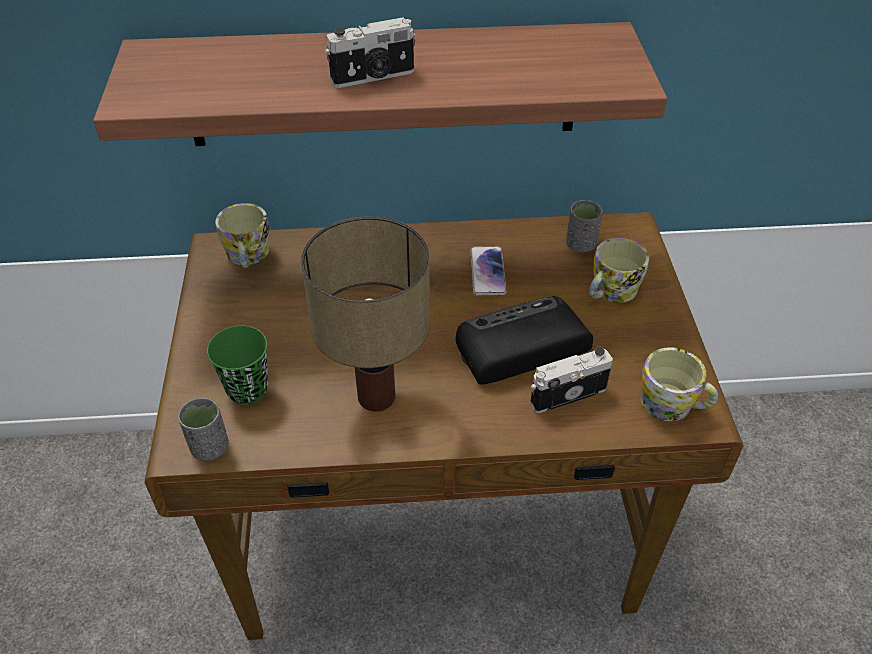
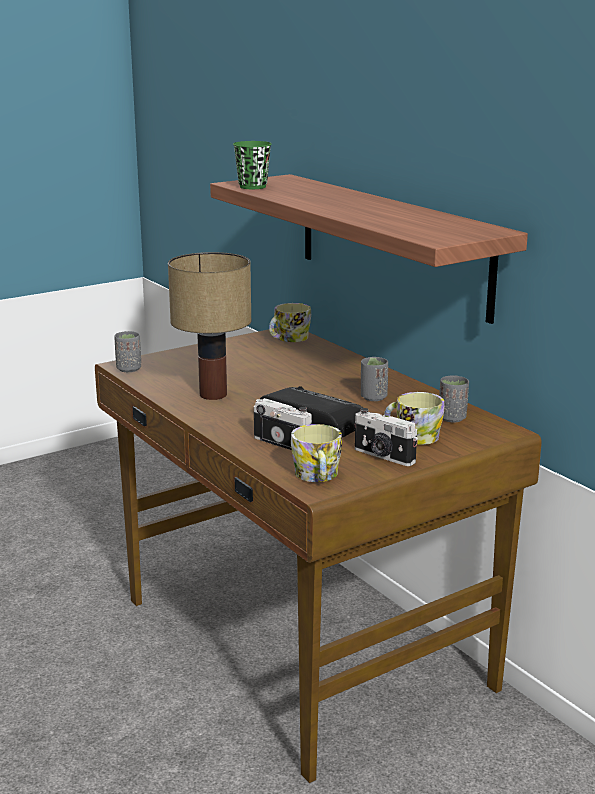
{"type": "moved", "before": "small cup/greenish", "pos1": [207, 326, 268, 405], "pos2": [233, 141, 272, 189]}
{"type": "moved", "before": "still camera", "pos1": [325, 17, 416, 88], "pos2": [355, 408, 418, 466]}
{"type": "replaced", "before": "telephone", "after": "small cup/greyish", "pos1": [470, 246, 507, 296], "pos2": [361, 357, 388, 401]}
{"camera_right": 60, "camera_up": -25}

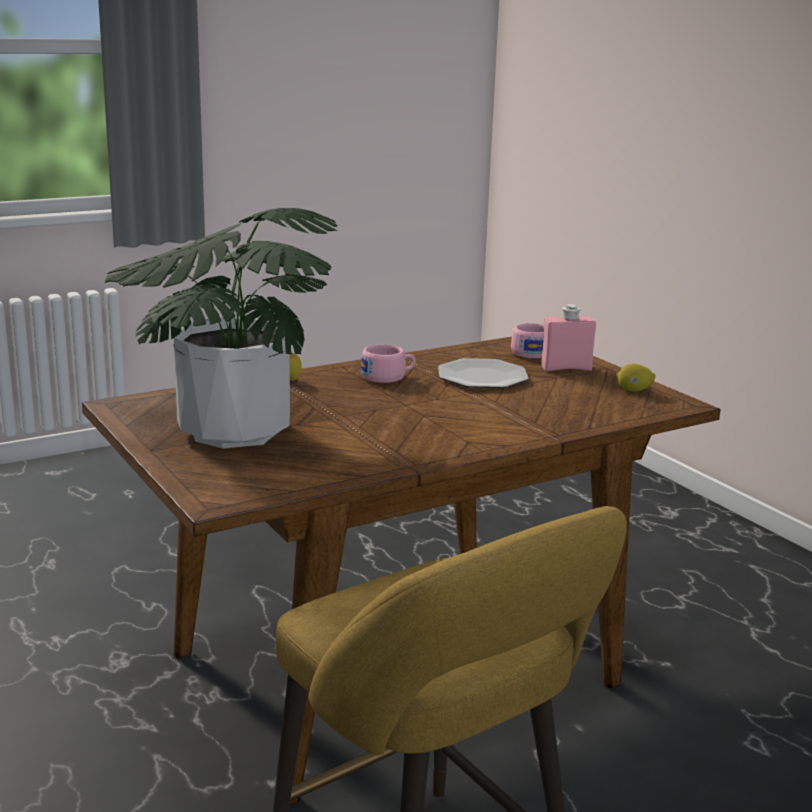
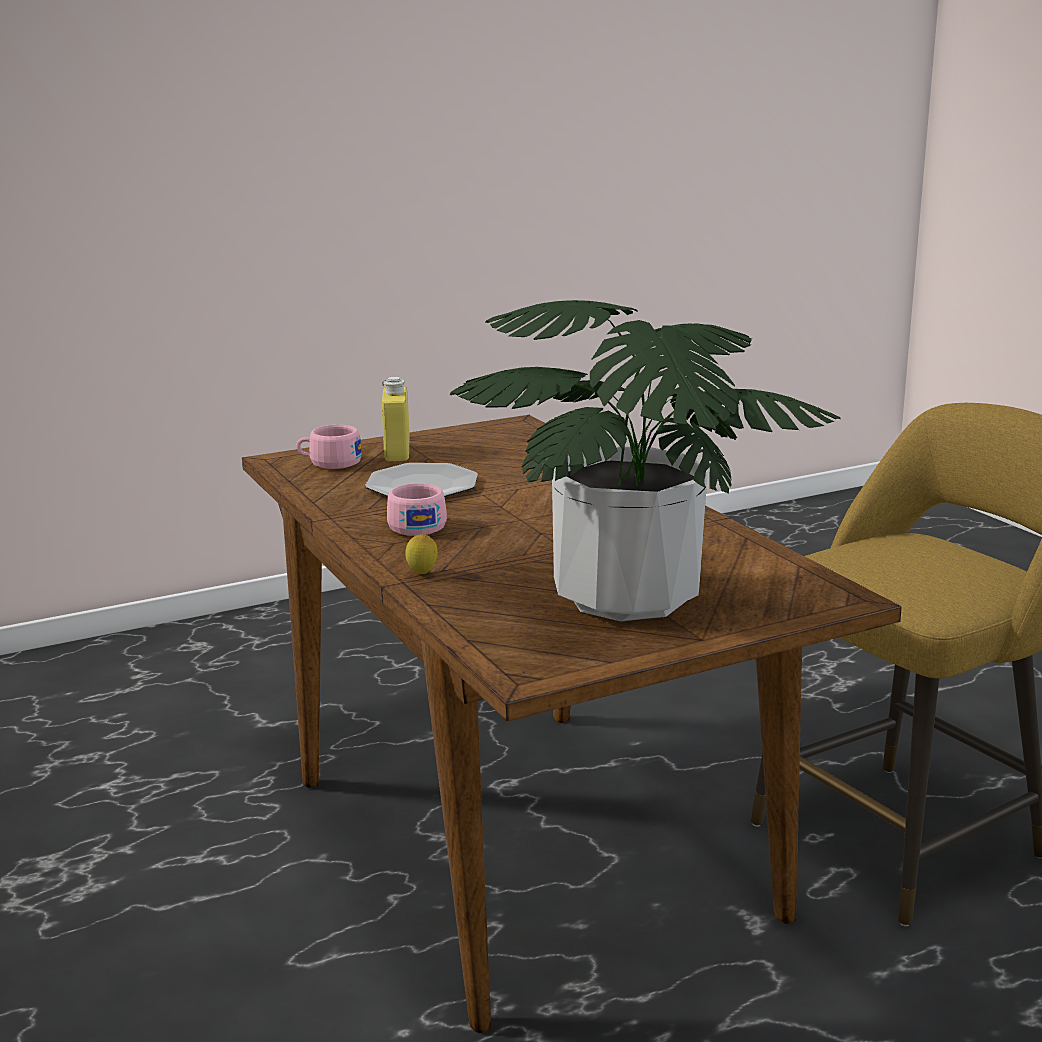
{"type": "recoloured", "before": "bottle/pink", "after": "bottle/yellowish", "pos1": [541, 304, 596, 371], "pos2": [382, 377, 410, 461]}
{"type": "removed", "before": "citrus fruit", "pos1": [617, 364, 656, 392]}
{"camera_right": -85, "camera_up": 0}

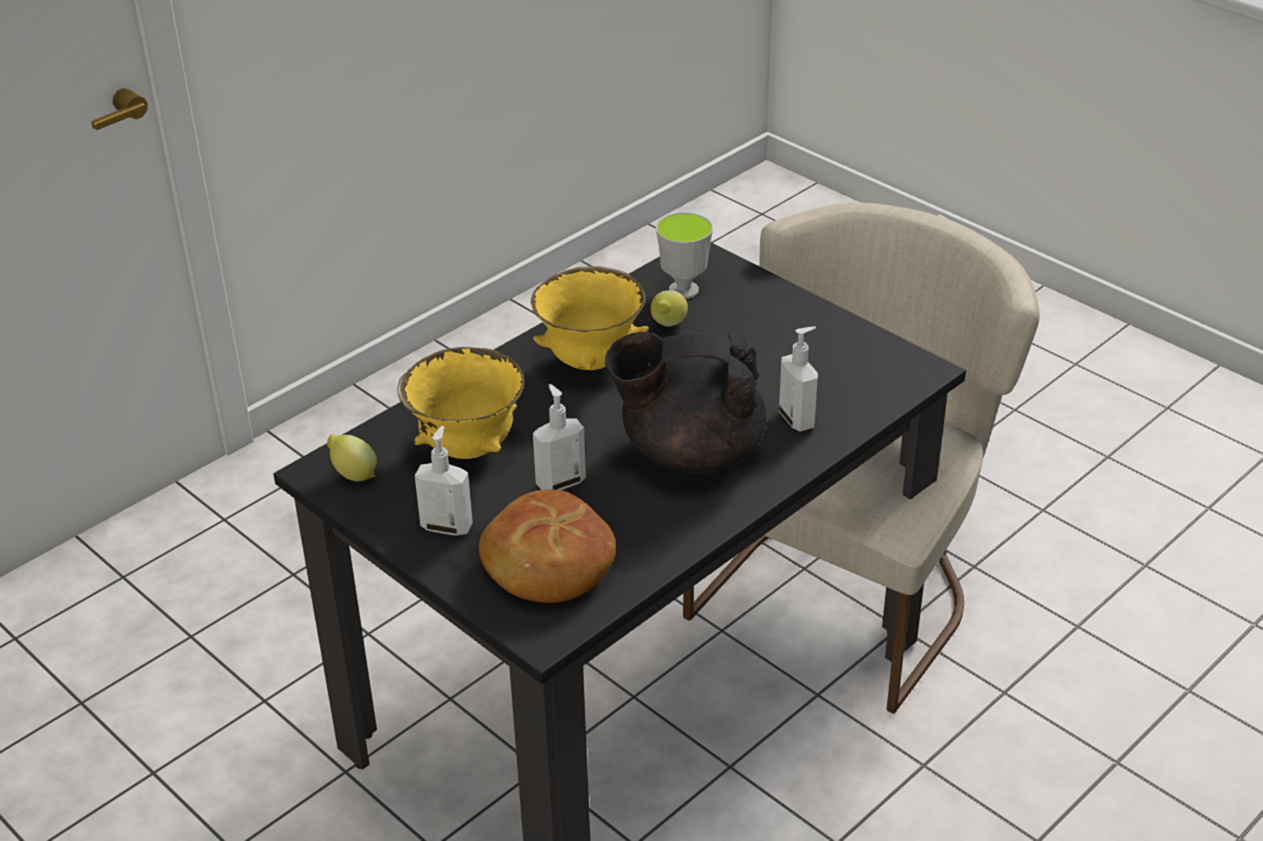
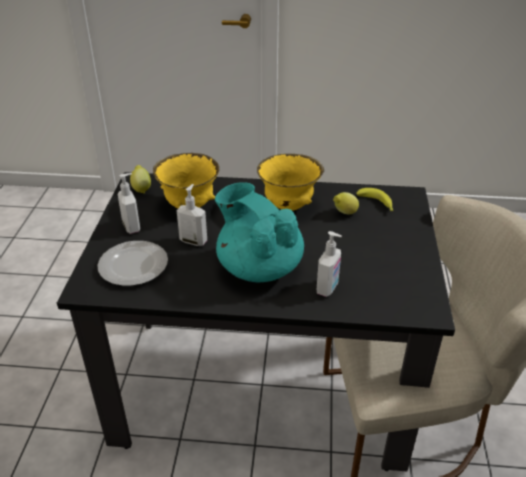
{"type": "replaced", "before": "bread", "after": "flat dish", "pos1": [479, 489, 616, 603], "pos2": [98, 241, 168, 286]}
{"type": "recoloured", "before": "teapot/black", "after": "teapot/turquoise-coloured", "pos1": [605, 331, 767, 474], "pos2": [215, 182, 304, 282]}
{"type": "replaced", "before": "small cup", "after": "whole banana", "pos1": [656, 212, 713, 299], "pos2": [356, 188, 394, 211]}
{"camera_right": 50, "camera_up": 0}

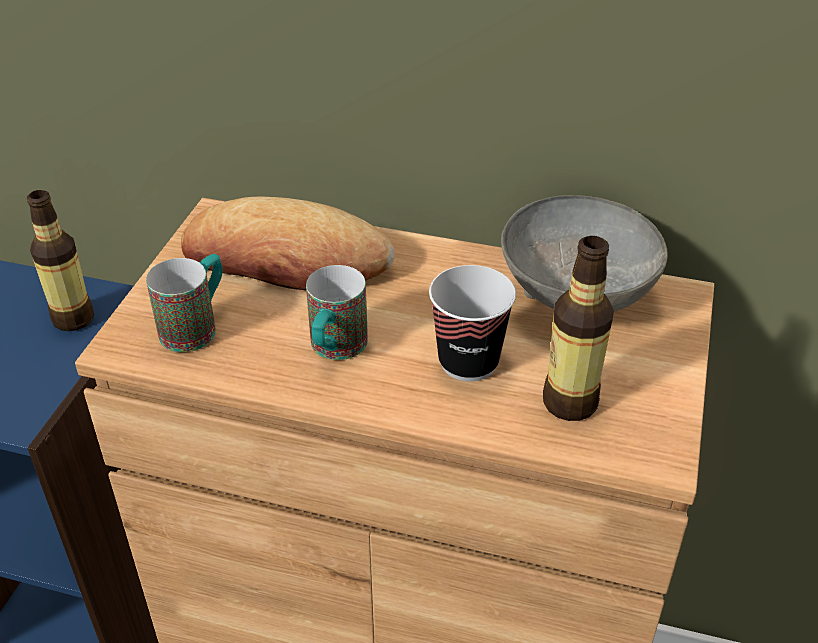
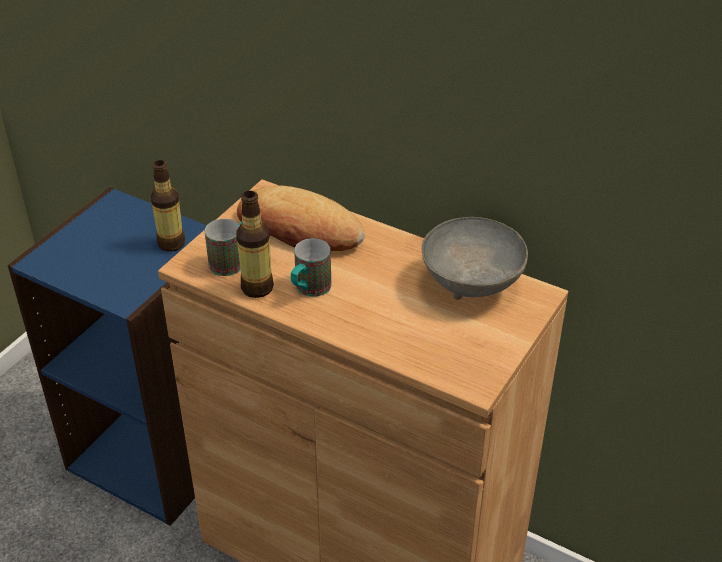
{"type": "removed", "before": "small cup", "pos1": [429, 265, 516, 382]}
{"type": "moved", "before": "bottle", "pos1": [543, 236, 614, 421], "pos2": [236, 191, 274, 298]}
{"camera_right": 15, "camera_up": 0}

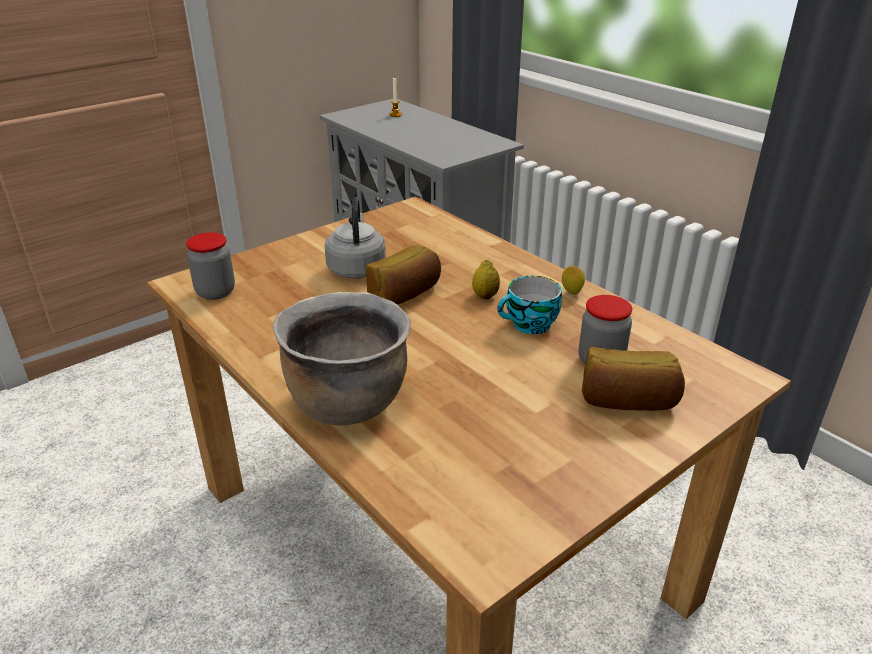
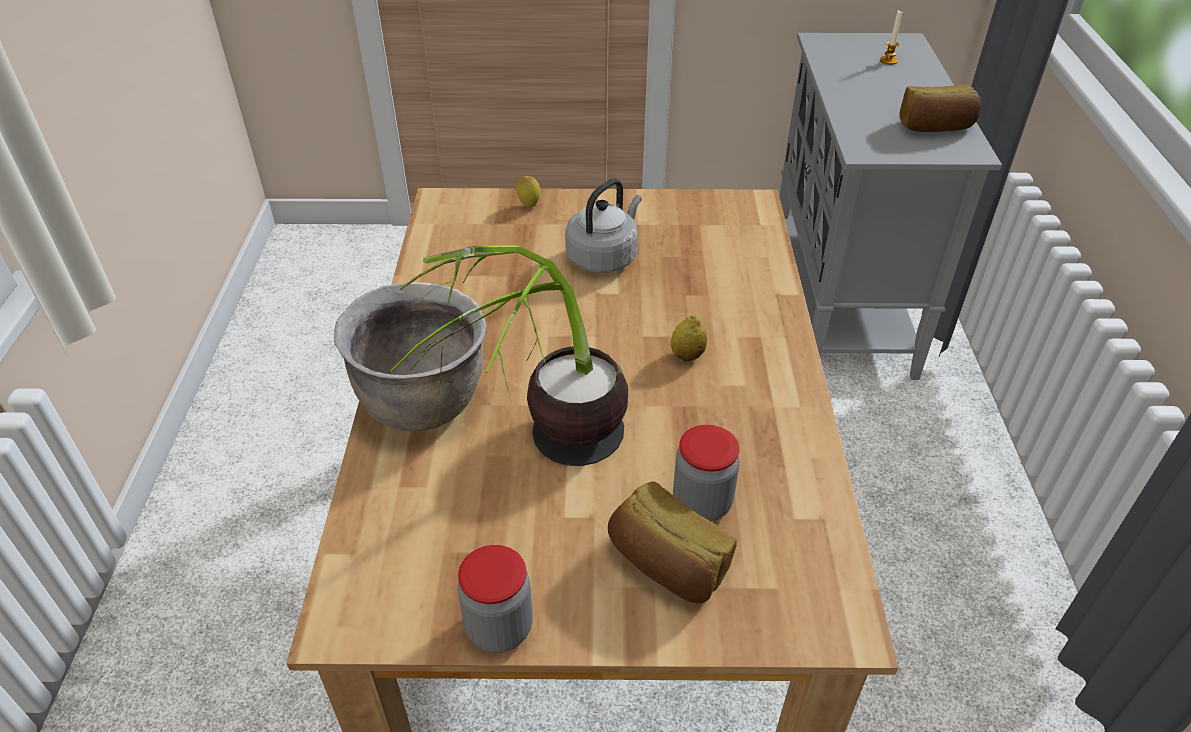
{"type": "moved", "before": "jar", "pos1": [186, 232, 235, 300], "pos2": [458, 545, 533, 653]}
{"type": "moved", "before": "bread", "pos1": [366, 246, 441, 305], "pos2": [899, 85, 982, 132]}
{"type": "removed", "before": "small cup", "pos1": [497, 276, 562, 334]}
{"type": "moved", "before": "citrus fruit", "pos1": [562, 266, 585, 295], "pos2": [517, 176, 541, 208]}
{"type": "added", "after": "houseplant", "pos2": [391, 245, 628, 466]}
{"camera_right": 40, "camera_up": 10}

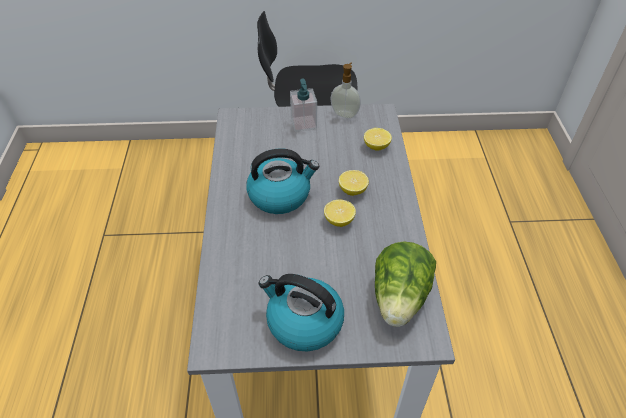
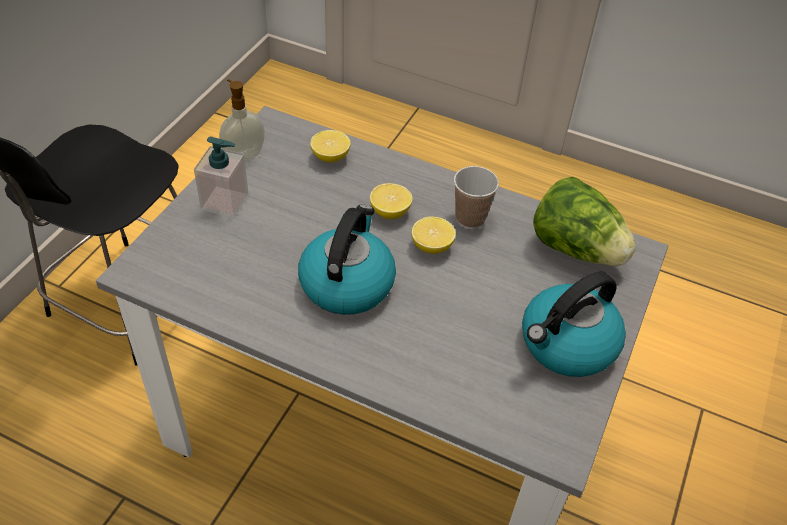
{"type": "added", "after": "small cup", "pos2": [454, 166, 499, 228]}
{"camera_right": -65, "camera_up": 0}

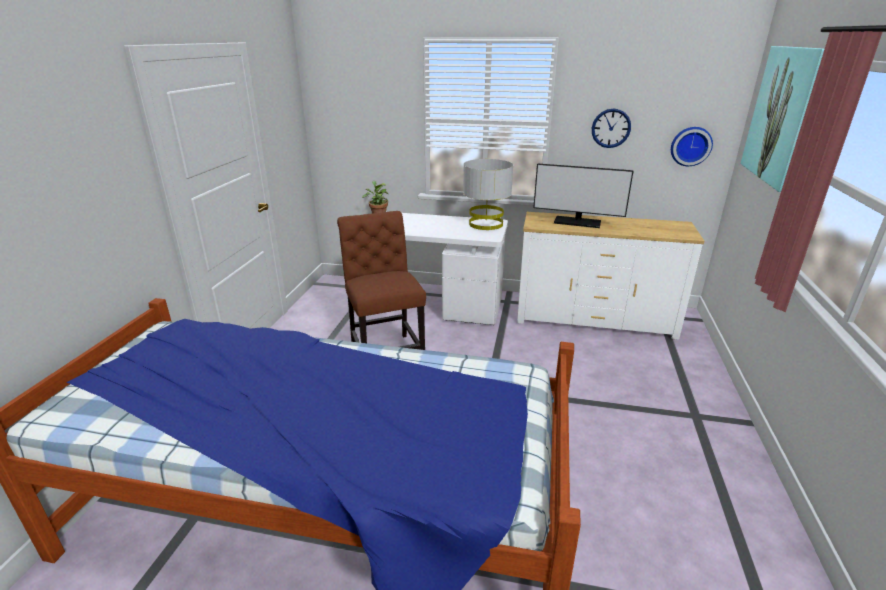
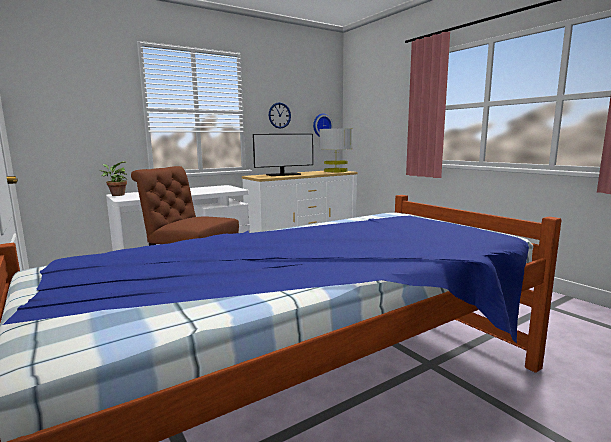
{"type": "moved", "before": "table lamp/greyish", "pos1": [463, 159, 513, 230], "pos2": [319, 128, 353, 172]}
{"type": "removed", "before": "wall picture", "pos1": [741, 46, 824, 192]}
{"camera_right": -45, "camera_up": -15}

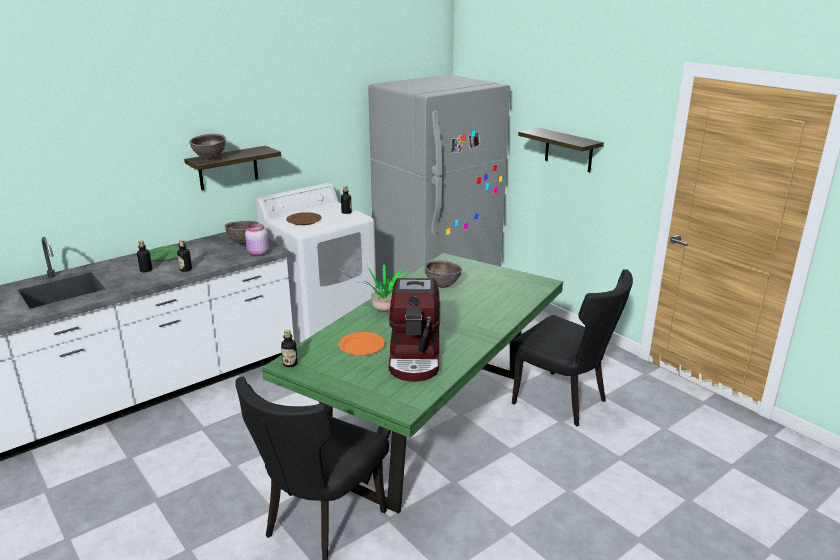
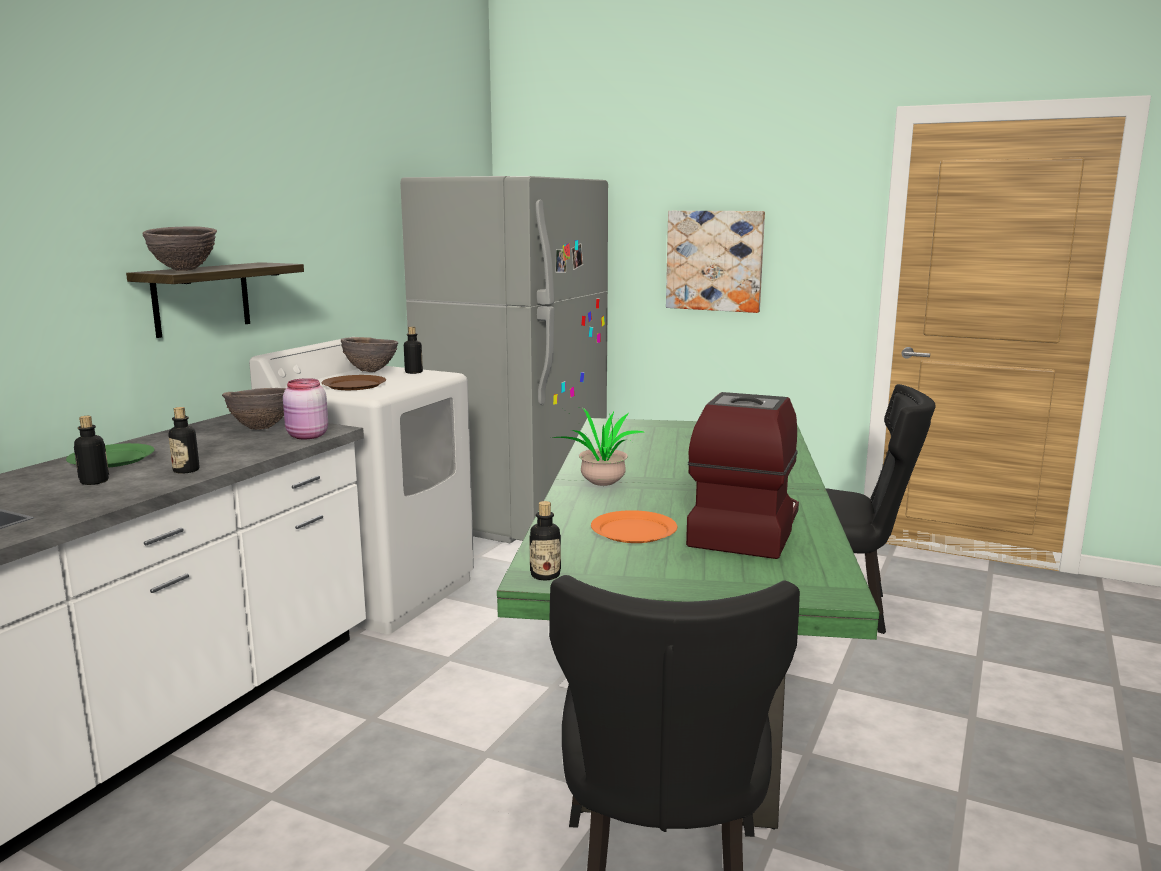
{"type": "turned", "before": "coffee brewer", "pos1": [389, 278, 440, 382], "pos2": [686, 392, 799, 559], "turn": -135}
{"type": "moved", "before": "bowl/brownish", "pos1": [424, 260, 462, 288], "pos2": [341, 337, 398, 372]}
{"type": "replaced", "before": "shelf", "after": "wall picture", "pos1": [518, 128, 604, 172], "pos2": [666, 211, 765, 313]}
{"camera_right": -25, "camera_up": -10}

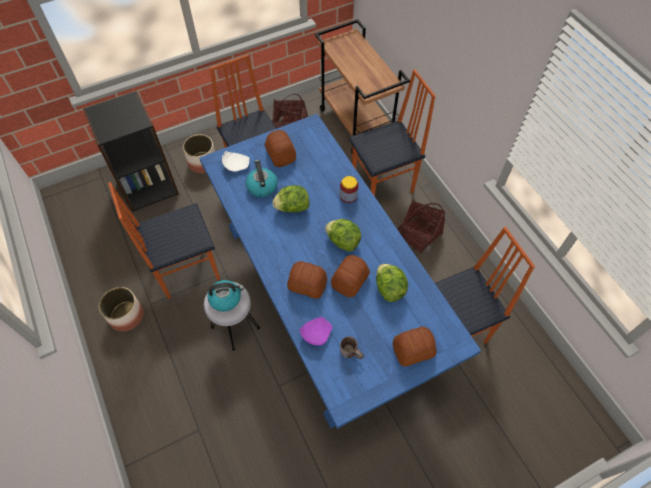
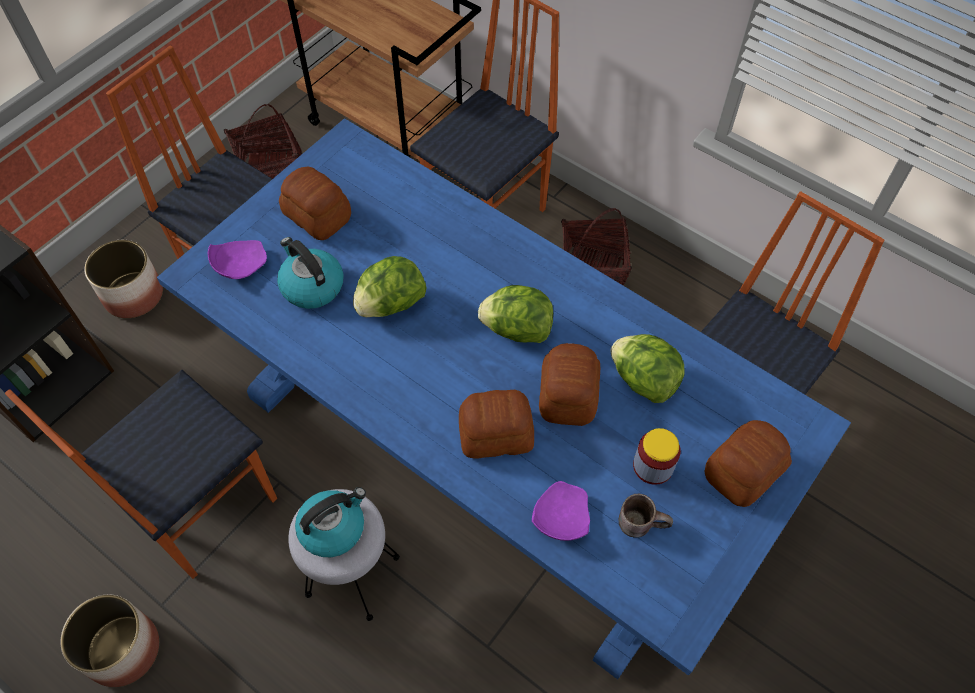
{"type": "recoloured", "before": "flat dish/white-coloured", "after": "flat dish/purple-coloured", "pos1": [222, 151, 249, 171], "pos2": [208, 240, 267, 279]}
{"type": "moved", "before": "jar", "pos1": [340, 176, 358, 203], "pos2": [633, 428, 681, 485]}
{"camera_right": -25, "camera_up": 0}

